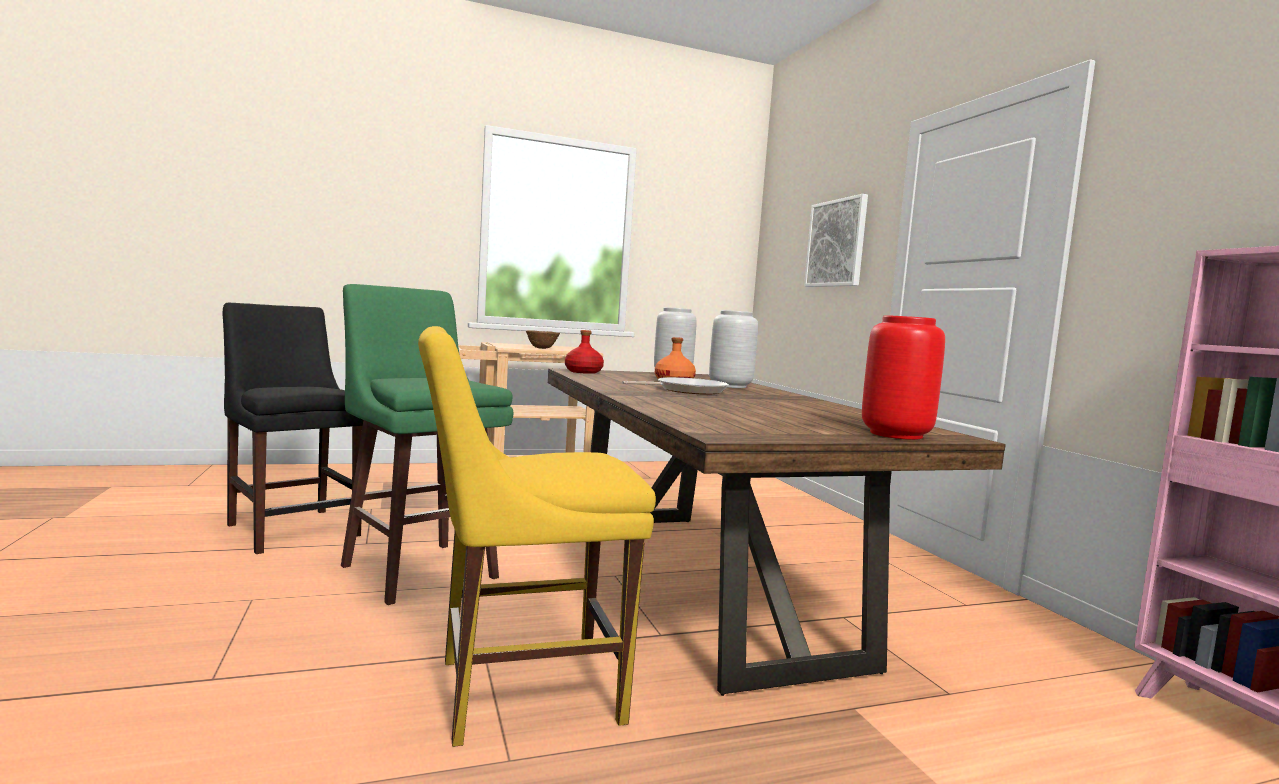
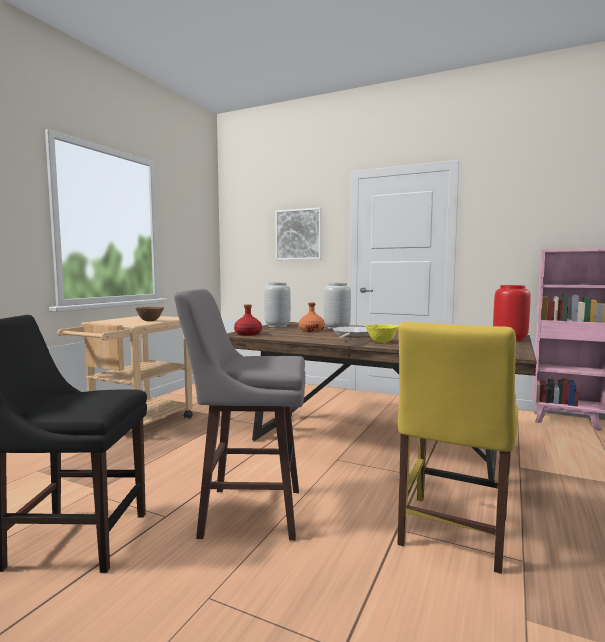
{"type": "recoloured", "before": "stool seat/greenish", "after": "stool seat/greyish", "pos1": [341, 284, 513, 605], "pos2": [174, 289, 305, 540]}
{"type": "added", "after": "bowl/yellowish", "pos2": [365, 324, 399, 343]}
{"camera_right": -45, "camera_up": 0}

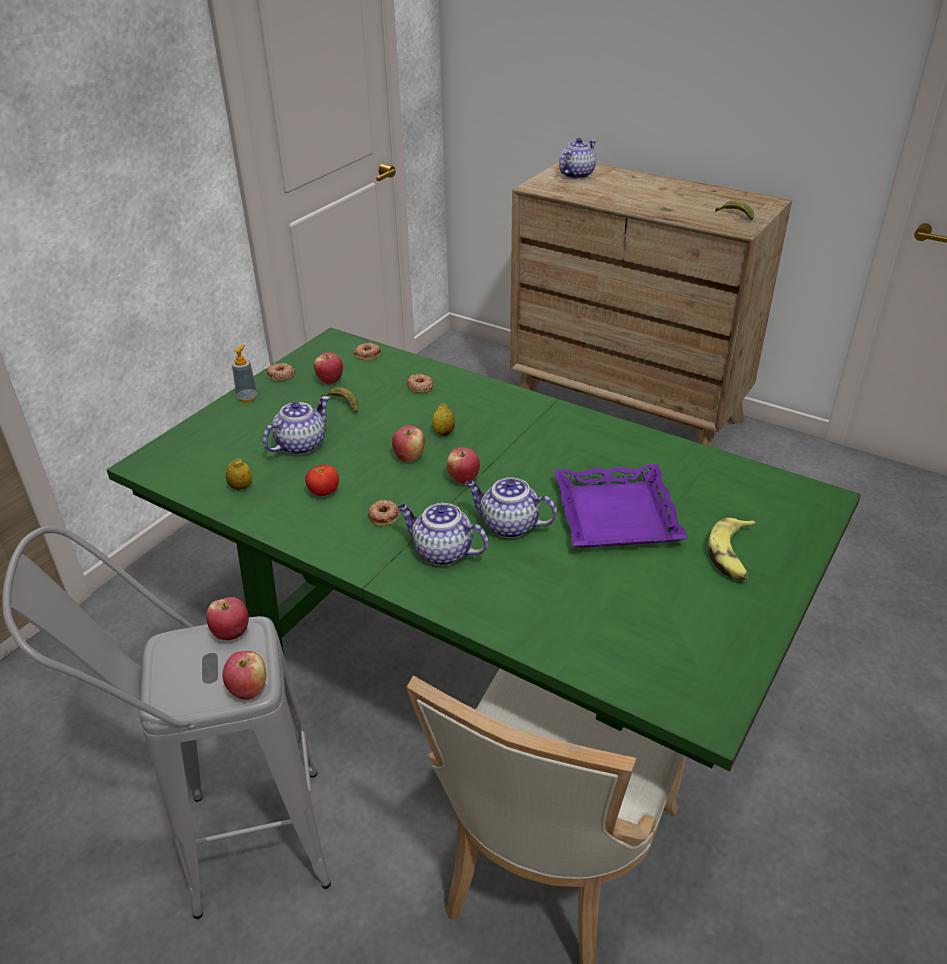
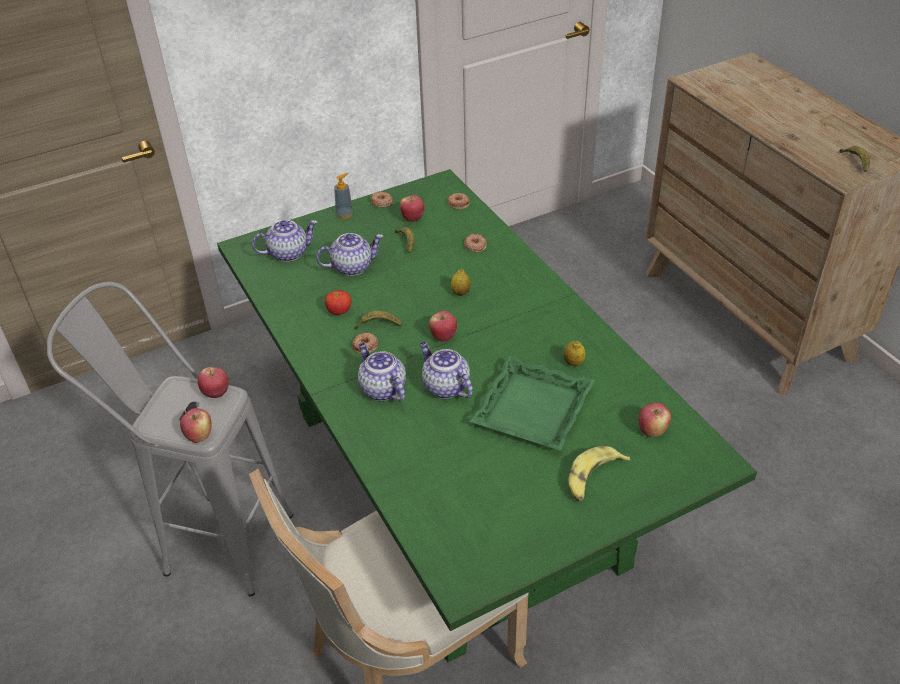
{"type": "moved", "before": "citrus fruit", "pos1": [226, 458, 252, 490], "pos2": [564, 341, 585, 366]}
{"type": "moved", "before": "apple fruit", "pos1": [392, 425, 425, 463], "pos2": [638, 403, 671, 437]}
{"type": "recoloured", "before": "carrying tray/purple-coloured", "after": "carrying tray/greenish", "pos1": [554, 464, 688, 548], "pos2": [469, 355, 595, 451]}
{"type": "moved", "before": "teapot", "pos1": [559, 138, 596, 179], "pos2": [252, 220, 318, 262]}
{"type": "added", "after": "whole banana", "pos2": [355, 311, 402, 330]}
{"camera_right": 30, "camera_up": 5}

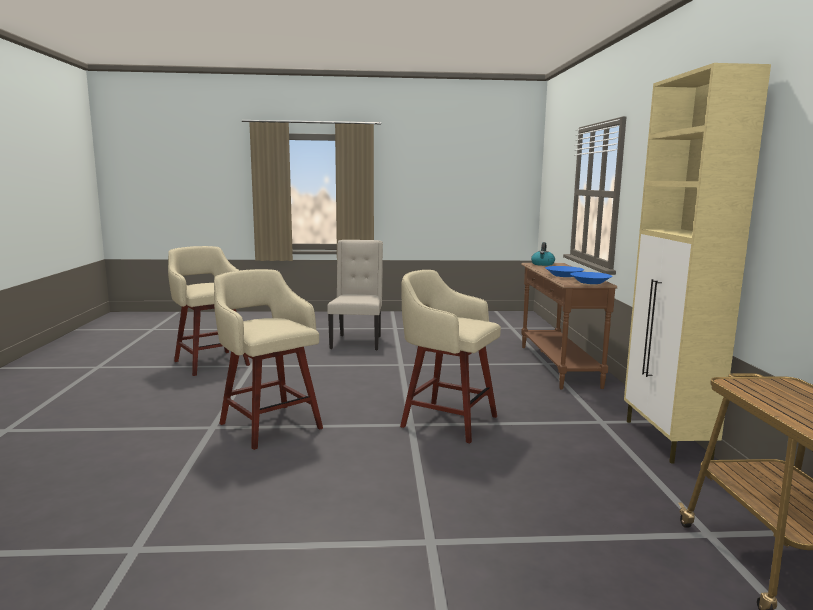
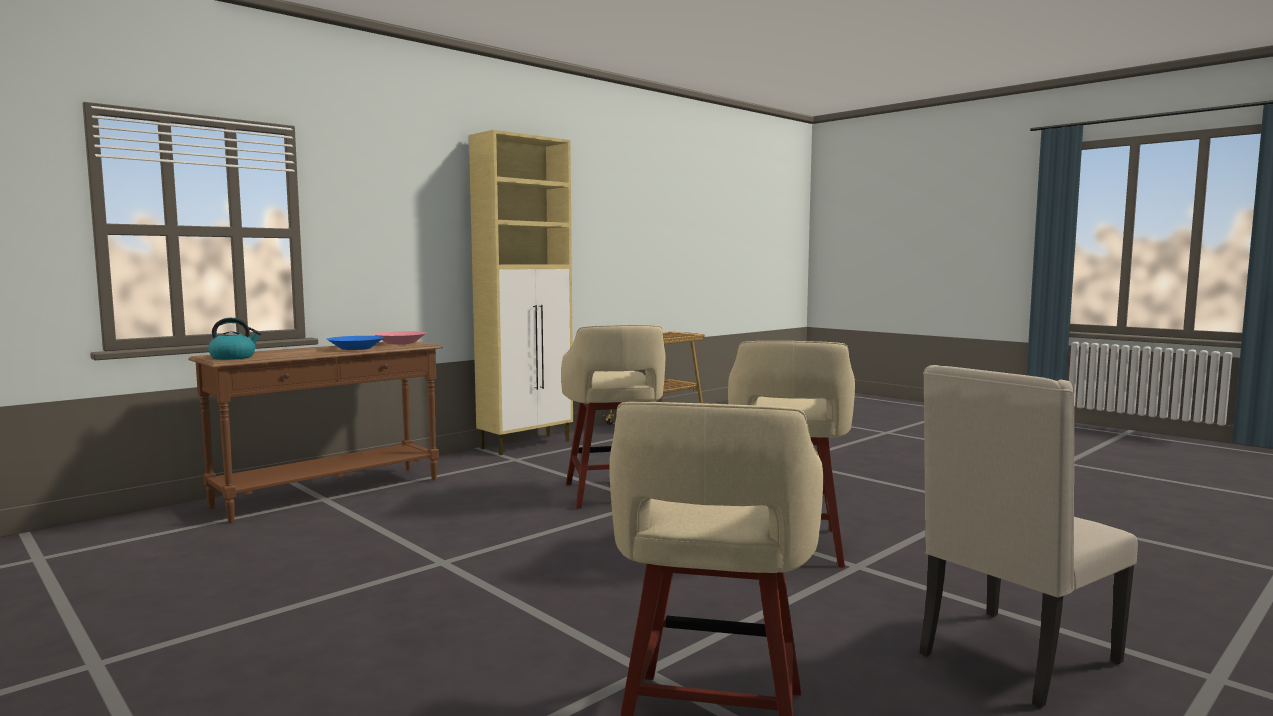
{"type": "moved", "before": "upright chair/sand-coloured", "pos1": [327, 240, 383, 350], "pos2": [920, 365, 1138, 708]}
{"type": "recoloured", "before": "bowl/blue", "after": "bowl/pink", "pos1": [570, 272, 612, 284], "pos2": [374, 331, 426, 344]}
{"camera_right": -130, "camera_up": -5}

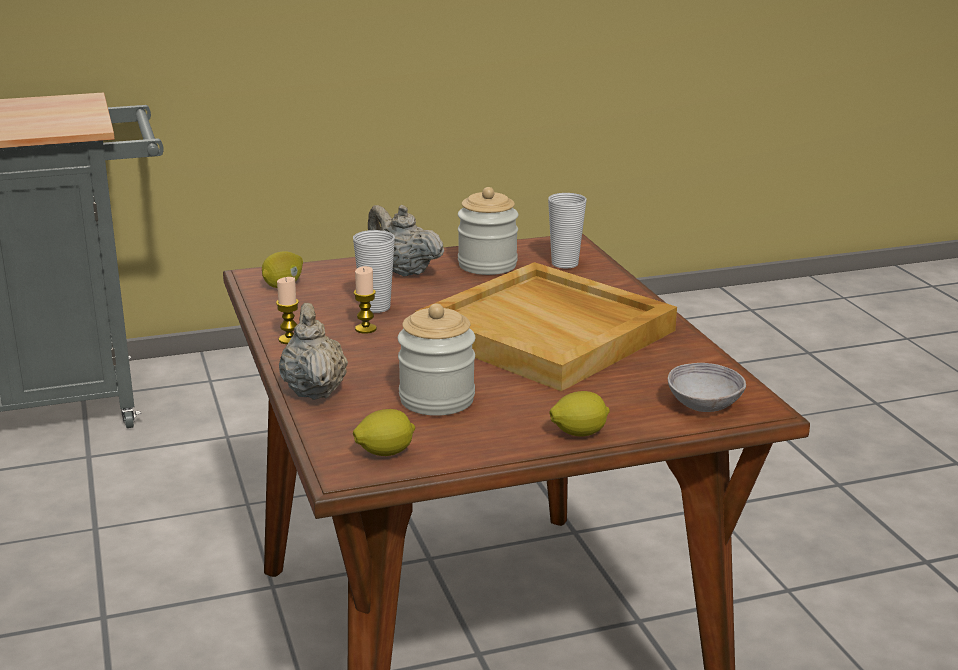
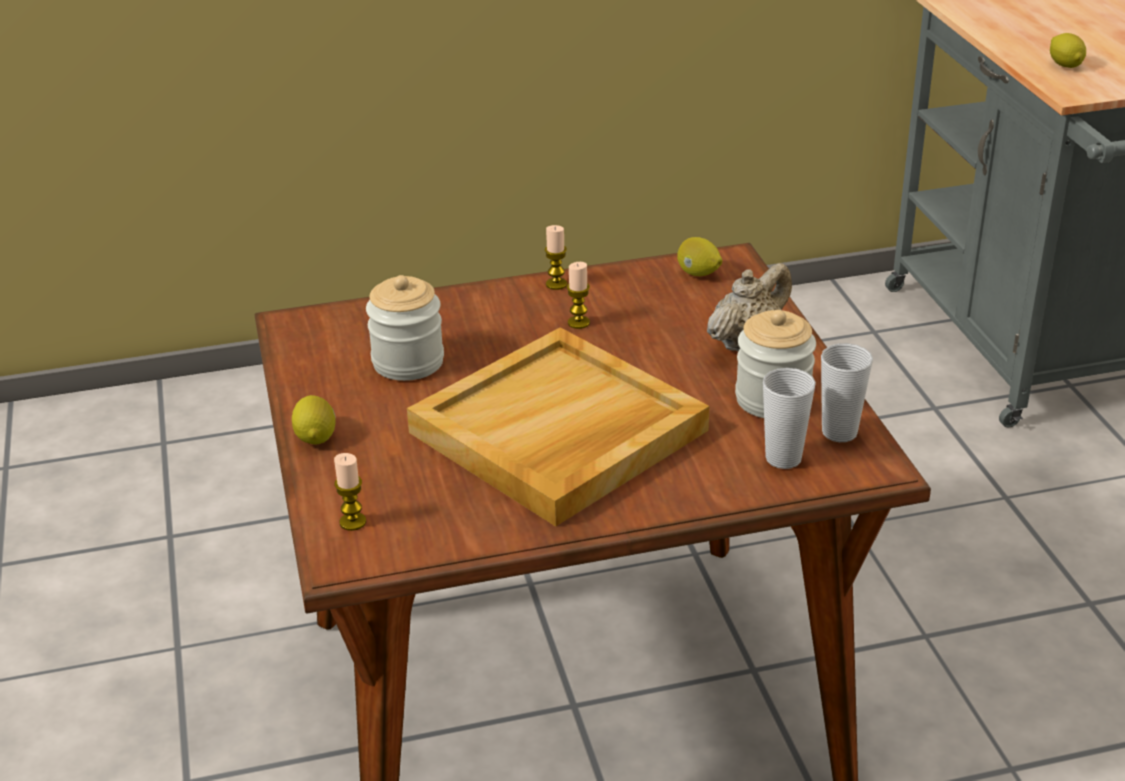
{"type": "removed", "before": "teapot/sand-coloured", "pos1": [279, 303, 348, 400]}
{"type": "moved", "before": "small cup", "pos1": [353, 230, 395, 313], "pos2": [821, 343, 873, 442]}
{"type": "moved", "before": "citrus fruit", "pos1": [353, 409, 415, 456], "pos2": [1050, 33, 1086, 68]}
{"type": "replaced", "before": "bowl/greyish", "after": "wax candle", "pos1": [668, 363, 746, 412], "pos2": [334, 453, 366, 531]}
{"camera_right": 95, "camera_up": 10}

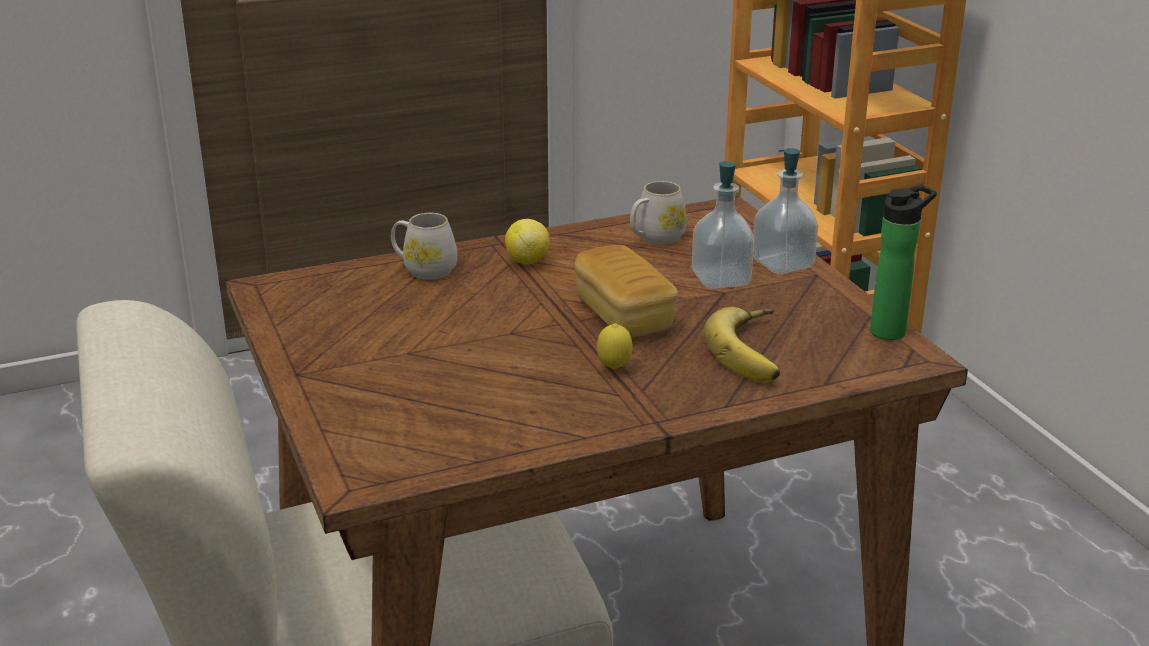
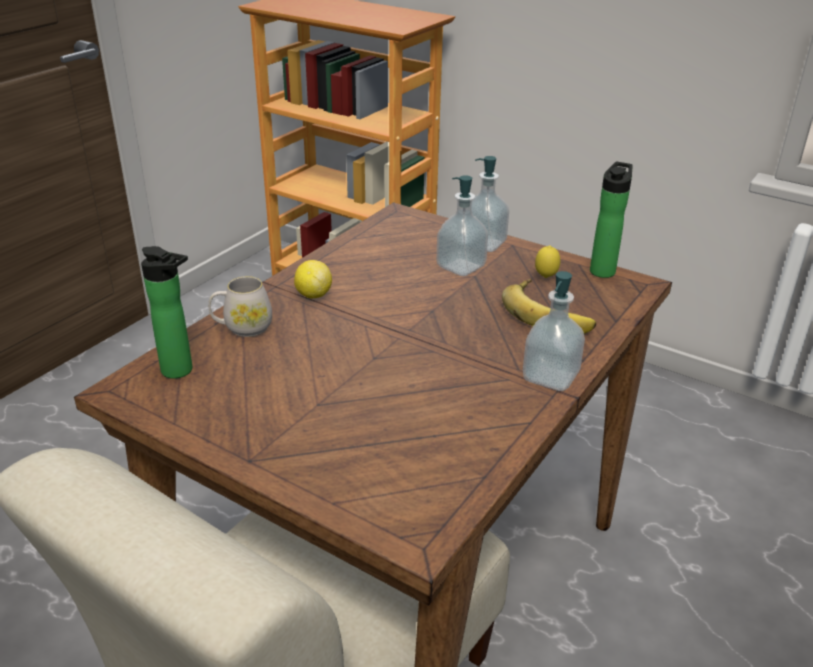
{"type": "removed", "before": "bread", "pos1": [575, 245, 678, 338]}
{"type": "moved", "before": "citrus fruit", "pos1": [597, 324, 633, 370], "pos2": [535, 246, 560, 278]}
{"type": "removed", "before": "coffee mug/white-coloured", "pos1": [630, 181, 687, 244]}
{"type": "added", "after": "bottle", "pos2": [141, 246, 192, 379]}
{"type": "added", "after": "soap dispenser", "pos2": [523, 271, 585, 391]}
{"camera_right": -35, "camera_up": 5}

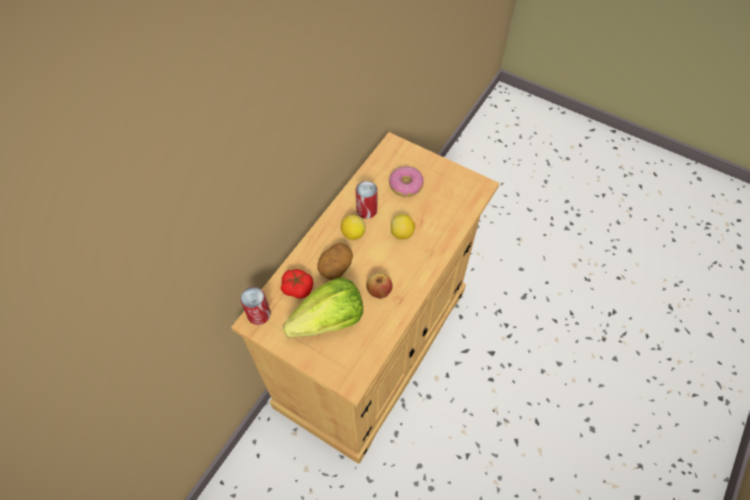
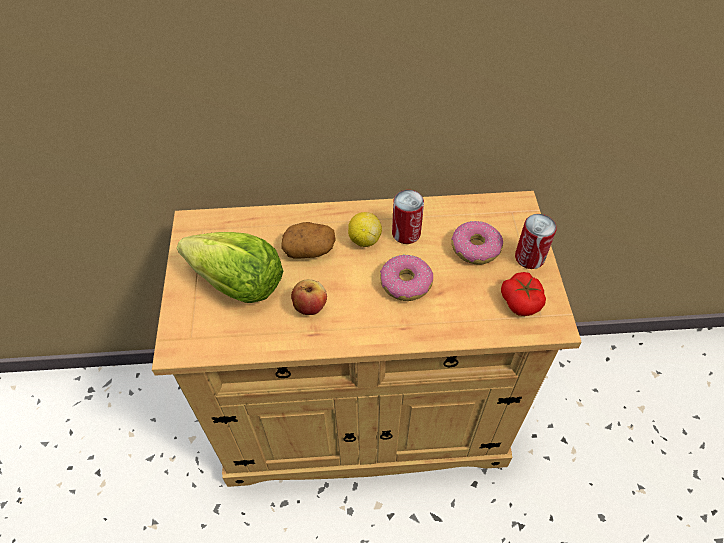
{"type": "moved", "before": "sealed can", "pos1": [240, 287, 271, 325], "pos2": [515, 214, 557, 269]}
{"type": "moved", "before": "tomato", "pos1": [281, 269, 313, 299], "pos2": [501, 272, 546, 316]}
{"type": "replaced", "before": "citrus fruit", "after": "donut", "pos1": [391, 215, 415, 239], "pos2": [380, 255, 433, 301]}
{"camera_right": 55, "camera_up": -5}

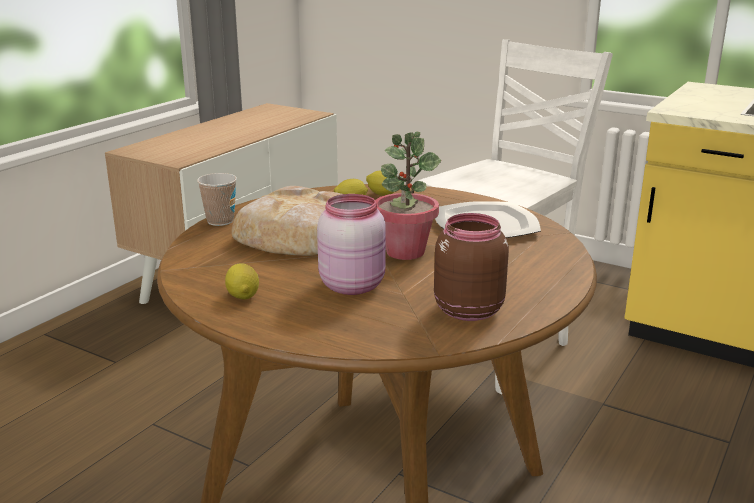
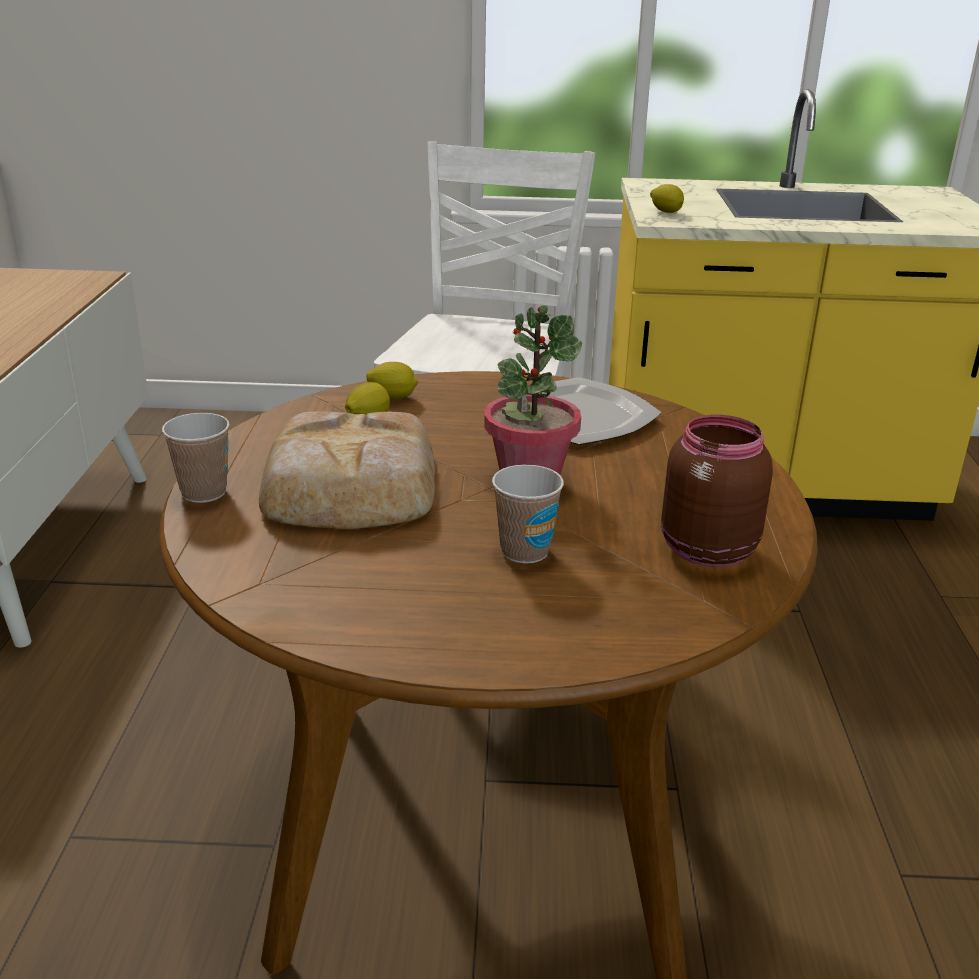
{"type": "moved", "before": "citrus fruit", "pos1": [225, 263, 259, 299], "pos2": [650, 184, 684, 213]}
{"type": "replaced", "before": "jar/pink", "after": "small cup", "pos1": [317, 194, 386, 295], "pos2": [492, 464, 564, 564]}
{"camera_right": -30, "camera_up": 5}

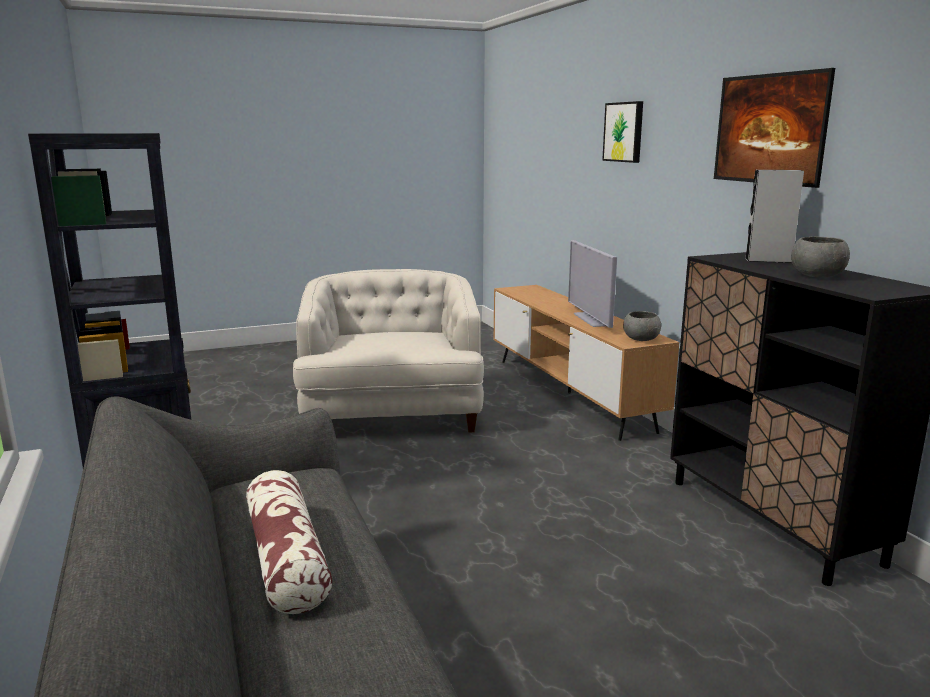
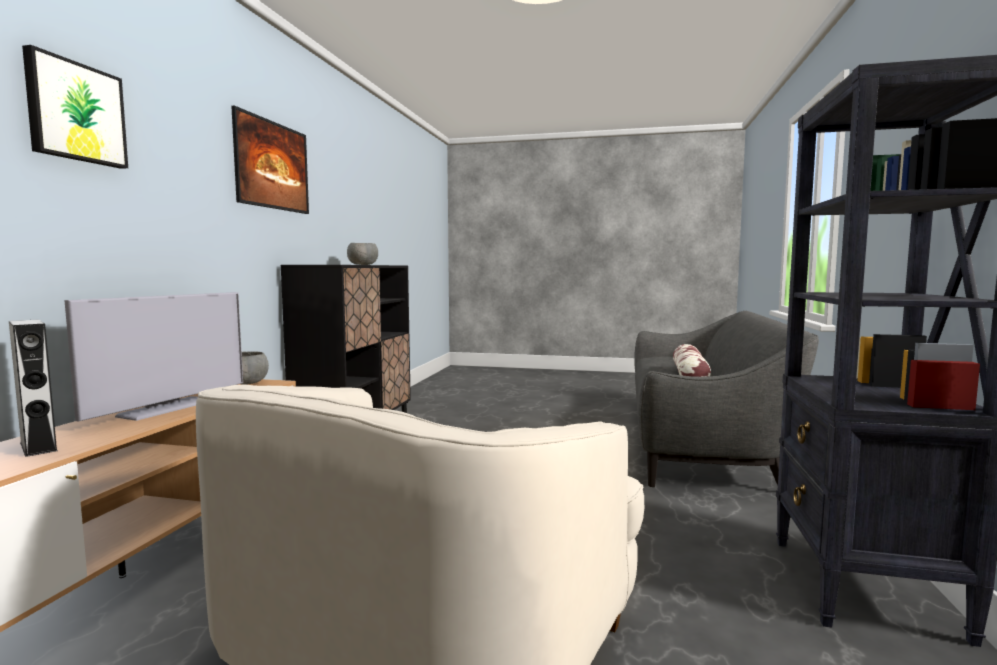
{"type": "moved", "before": "loudspeaker/greyish", "pos1": [745, 170, 804, 263], "pos2": [9, 319, 58, 457]}
{"camera_right": -145, "camera_up": -10}

